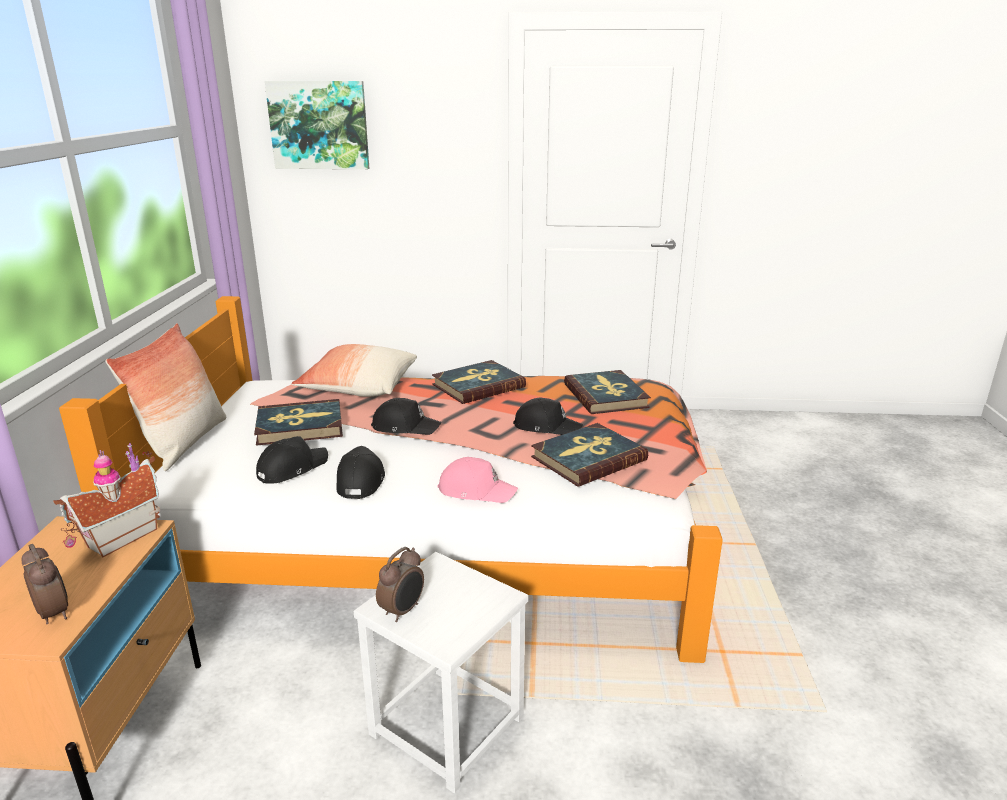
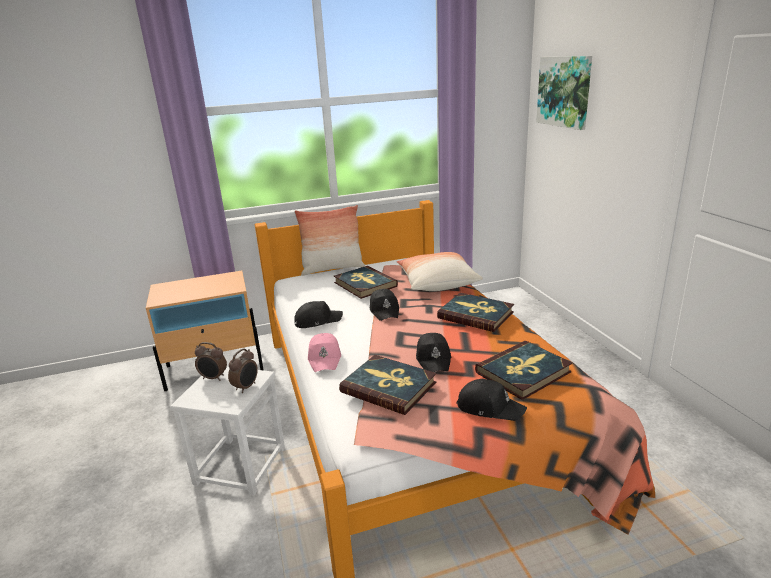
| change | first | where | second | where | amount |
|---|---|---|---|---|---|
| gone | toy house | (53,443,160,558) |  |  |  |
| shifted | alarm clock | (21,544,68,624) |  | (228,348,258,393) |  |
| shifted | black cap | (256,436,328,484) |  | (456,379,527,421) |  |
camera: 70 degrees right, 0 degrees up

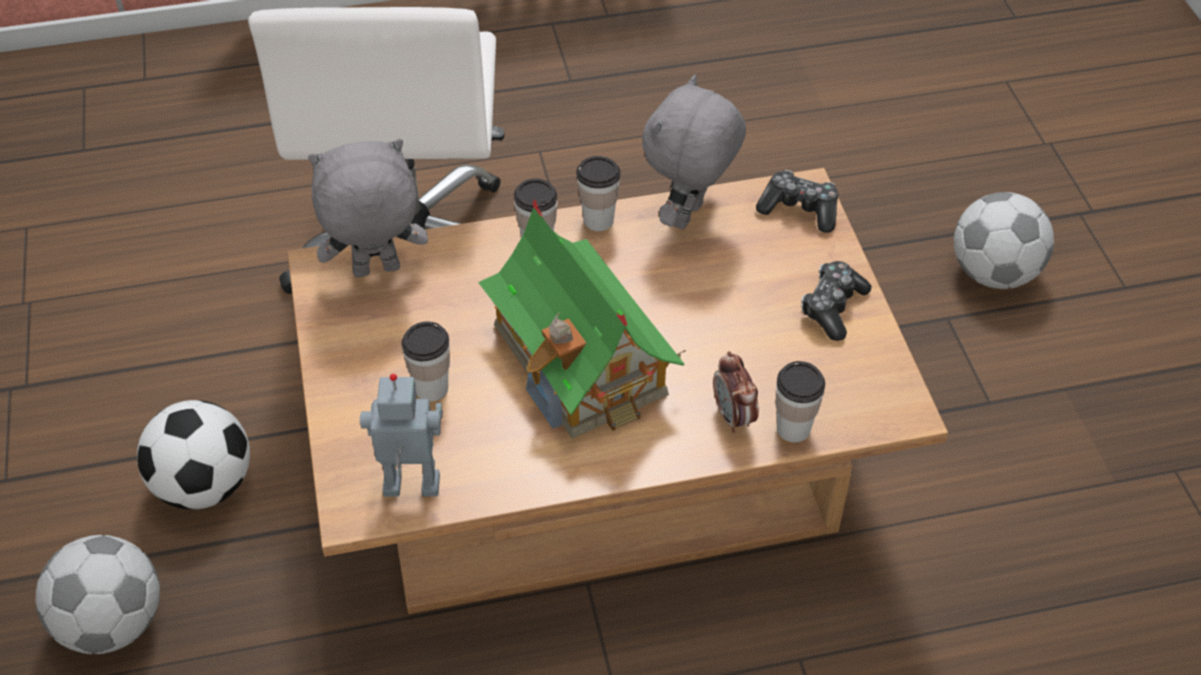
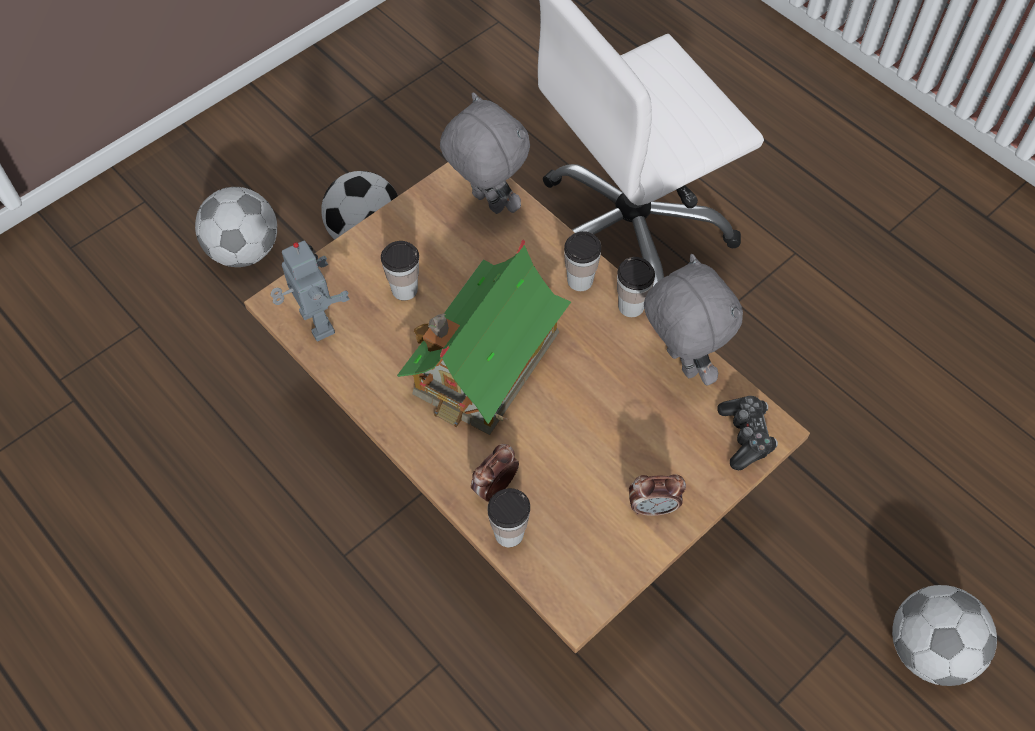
| change | first | where | second | where | amount |
|---|---|---|---|---|---|
| swapped | game controller | (801,261,872,341) | alarm clock | (629,474,686,516) |  |
| rotated | grey plush toy | (642,74,746,229) |  | (644,254,743,386) | 60 degrees clockwise |
camera: 60 degrees right, 10 degrees up

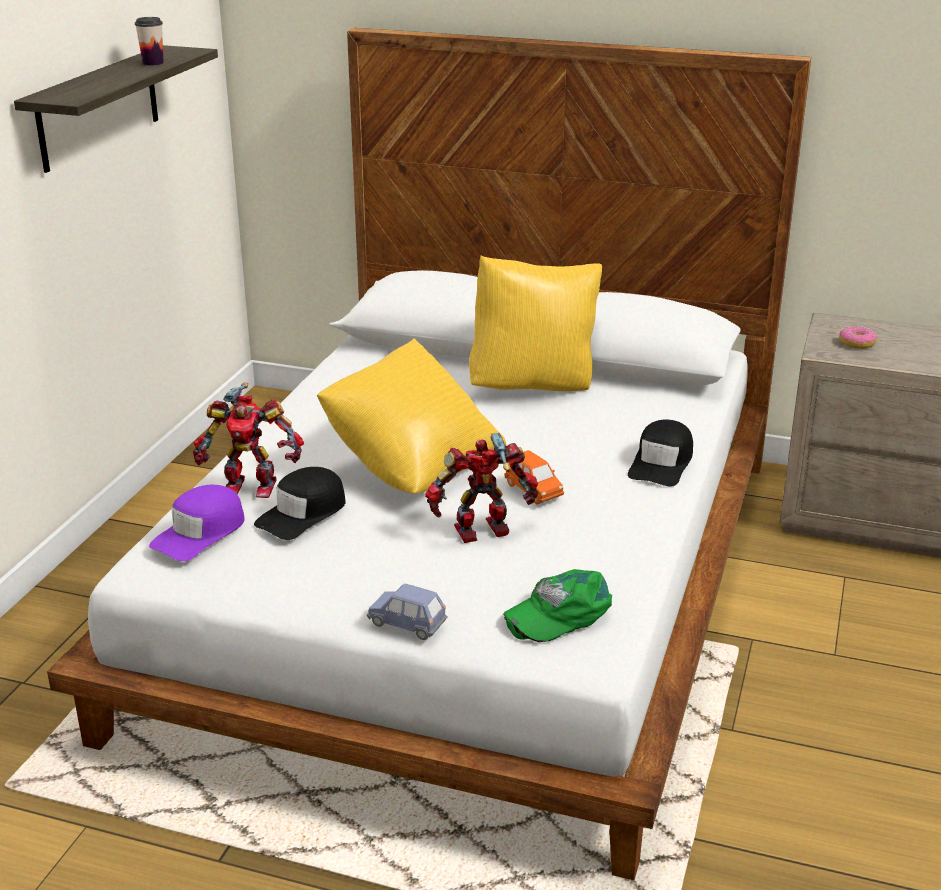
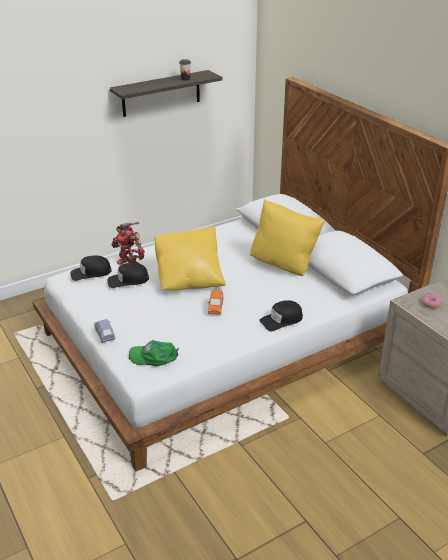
| change | first | where | second | where | amount |
|---|---|---|---|---|---|
| gone | toy robot | (425,433,538,543) |  |  |  |
| repainted | purple cap | (149,485,245,561) | black cap | (70,255,112,281) |  |
camera: 40 degrees right, 5 degrees up

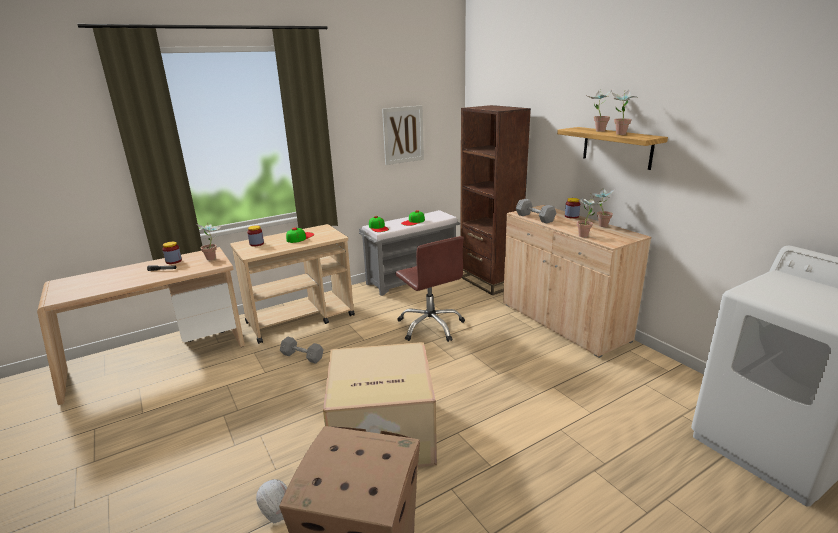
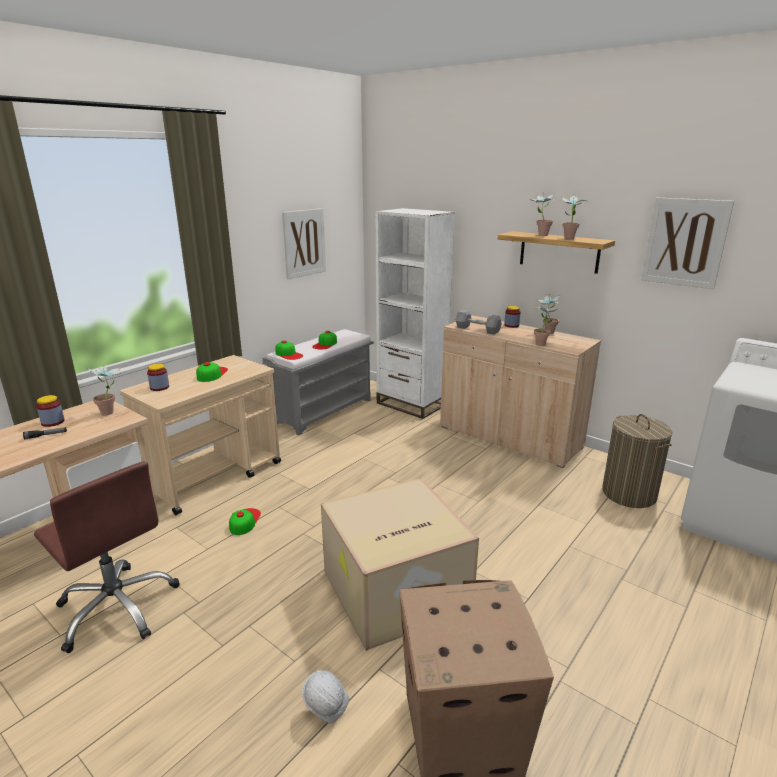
| change | first | where | second | where | amount |
|---|---|---|---|---|---|
| new |  |  | laundry basket | (602,414,672,508) |  |
| new |  |  | picture | (641,198,734,289) |  |
| shifted | brown office chair | (395,236,465,342) |  | (34,461,180,653) |  |
| swapped | grey dumbbell | (280,337,323,364) | cap | (229,508,261,535) |  |
| repainted | brown bookcase | (460,105,531,295) | white bookcase | (375,208,455,419) |  |
camera: 20 degrees left, 0 degrees up

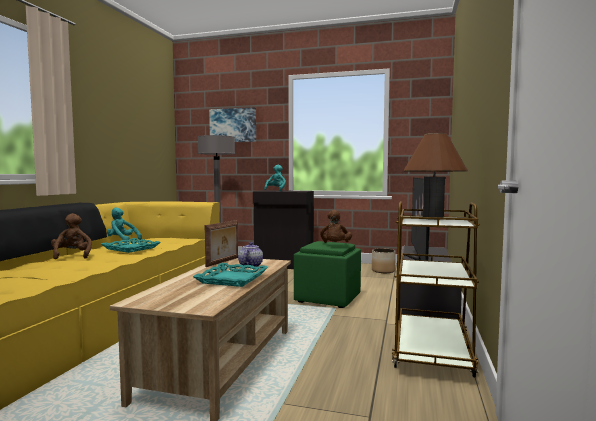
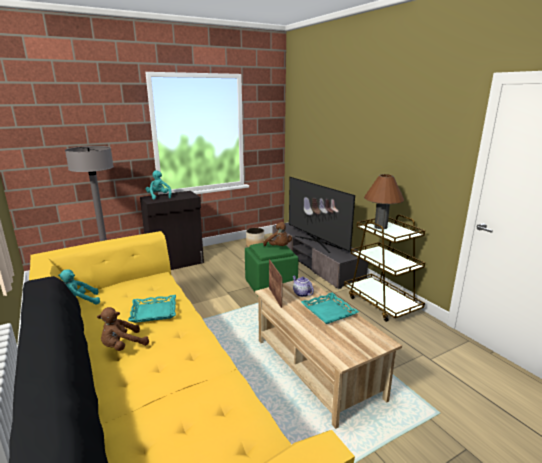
| change | first | where | second | where | amount |
|---|---|---|---|---|---|
| gone | picture | (209,107,256,142) |  |  |  |
| rotated | brown plush toy | (51,213,92,259) |  | (97,307,149,351) | 60 degrees counterclockwise |
camera: 45 degrees left, 15 degrees up

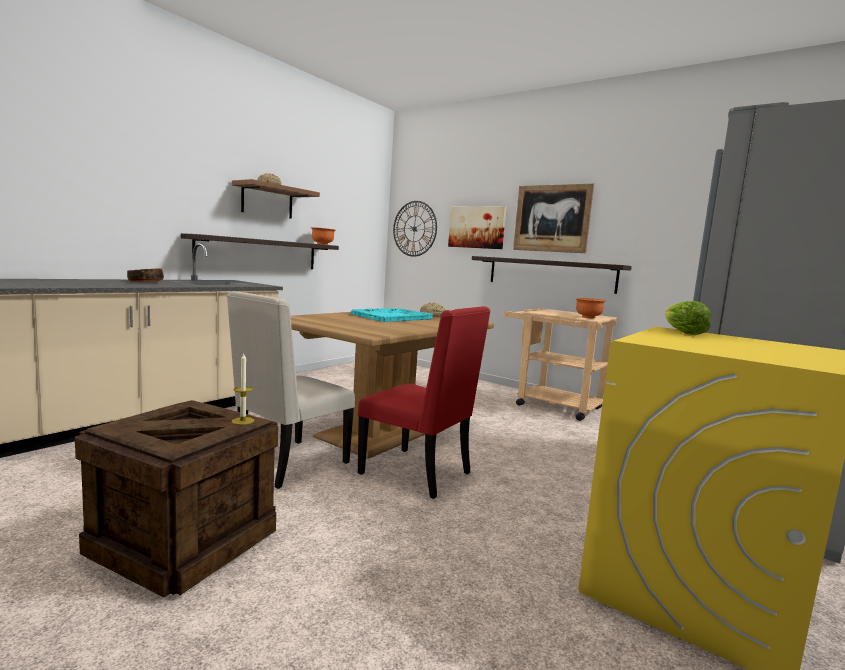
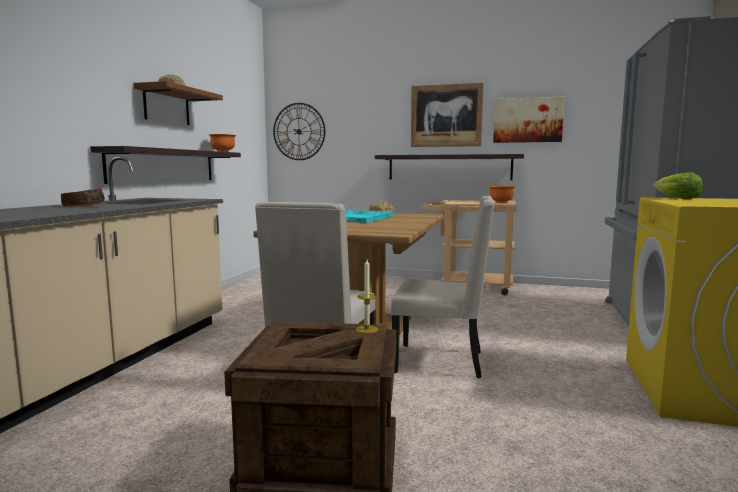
| change | first | where | second | where | amount |
|---|---|---|---|---|---|
| shifted | picture | (448,206,506,249) |  | (493,96,565,143) |  |
| repainted | red chair | (358,306,491,499) | beige chair | (391,196,494,378) |  |
camera: 20 degrees left, 0 degrees up

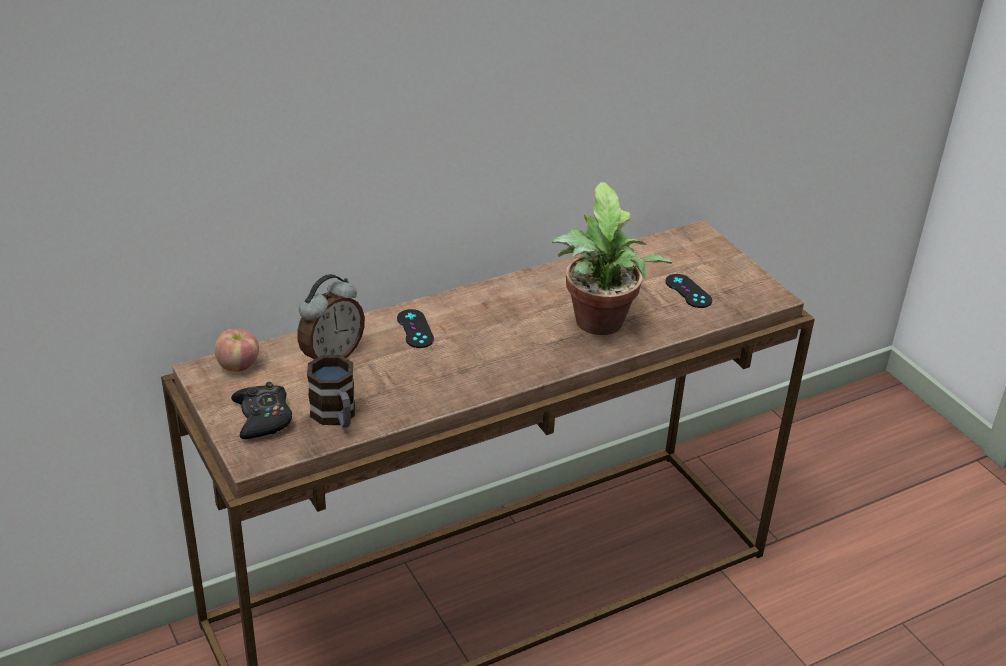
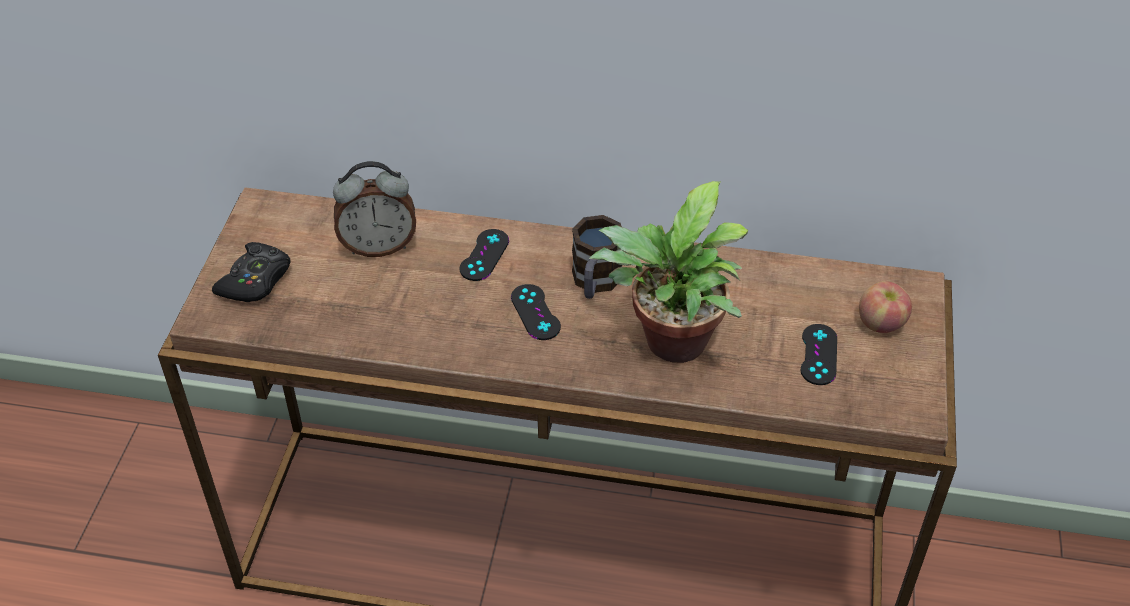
| change | first | where | second | where | amount |
|---|---|---|---|---|---|
| new |  |  | black game controller | (511,284,561,340) |  |
| shifted | apple | (215,328,259,372) |  | (859,281,912,333) |  |
| shifted | mug | (307,355,355,428) |  | (572,215,622,299) |  |
camera: 40 degrees right, 10 degrees up

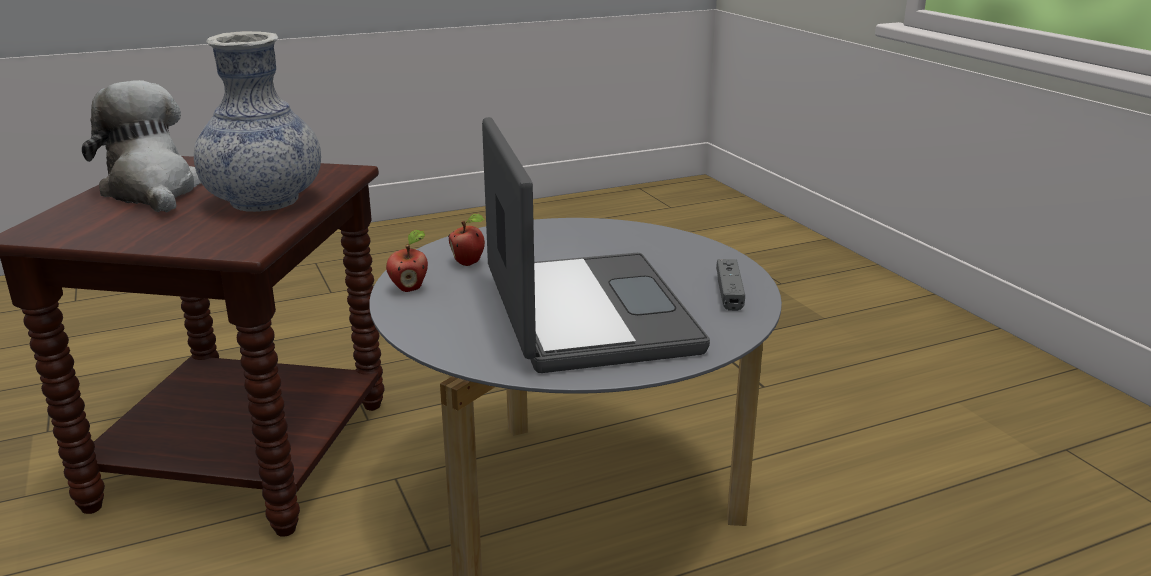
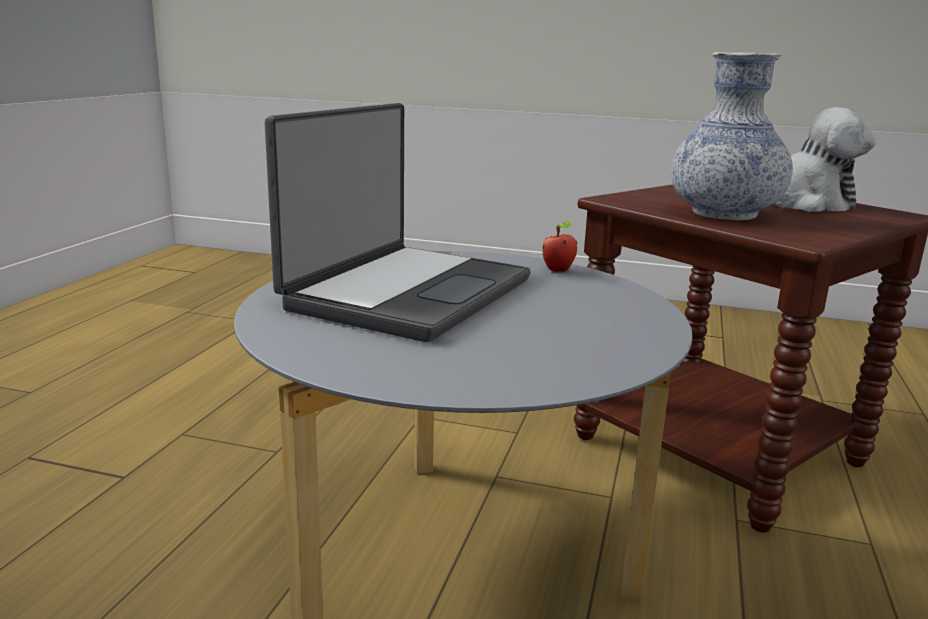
| change | first | where | second | where | amount |
|---|---|---|---|---|---|
| gone | apple | (448,213,485,266) |  |  |  |
| gone | grey game controller | (716,259,745,311) |  |  |  |
| rotated | laptop | (482,117,710,373) |  | (265,103,531,342) | 90 degrees counterclockwise |
camera: 130 degrees right, 5 degrees down

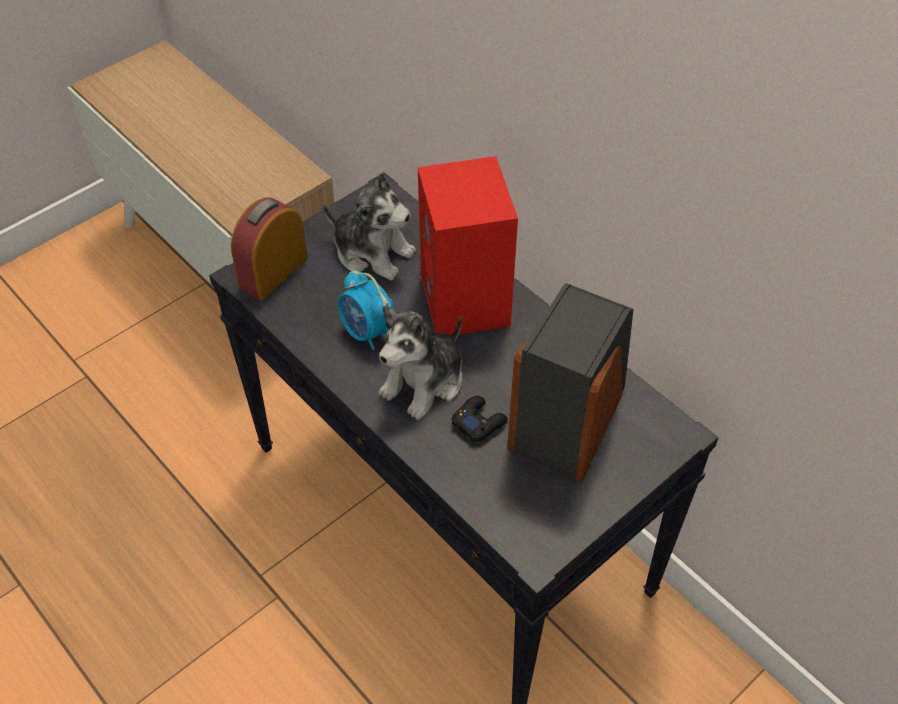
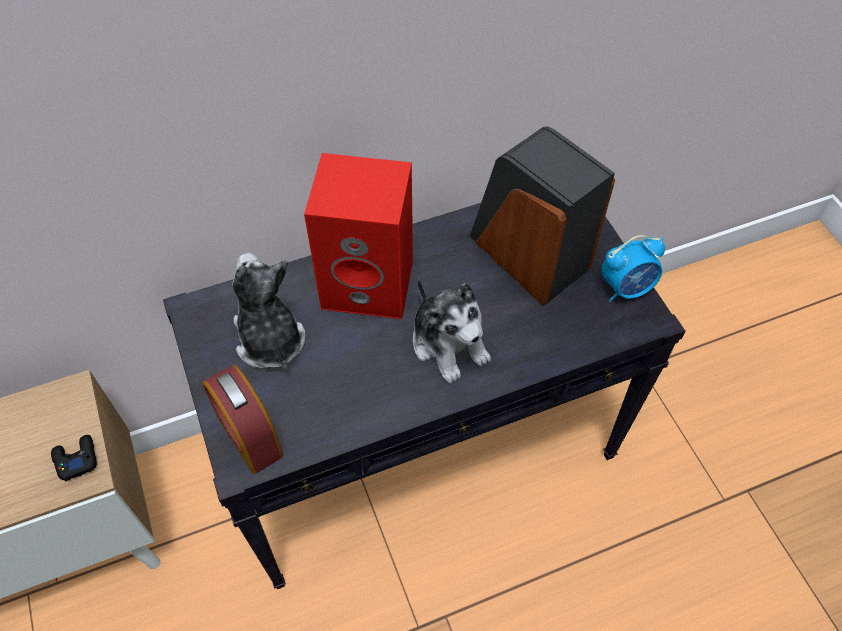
| change | first | where | second | where | amount |
|---|---|---|---|---|---|
| shifted | alarm clock | (338,269,394,350) |  | (602,235,665,302) |  |
| shifted | black game controller | (452,395,508,442) |  | (51,435,97,482) |  |
| rotated | plush toy | (323,173,416,281) |  | (232,253,305,369) | 75 degrees counterclockwise |
camera: 70 degrees left, 5 degrees up

